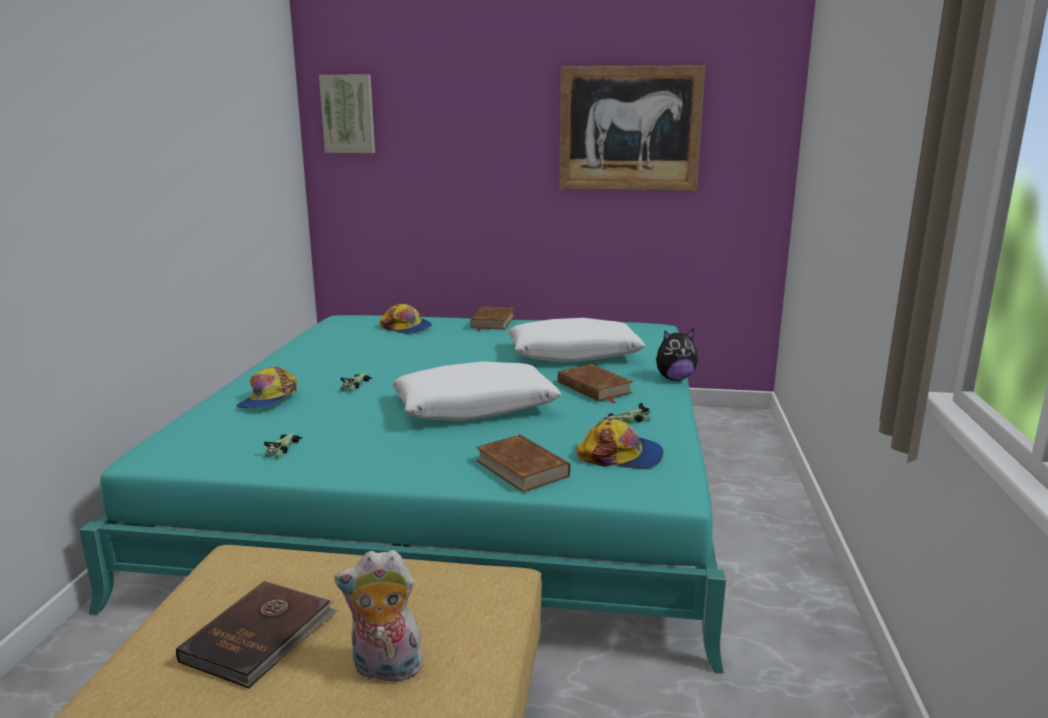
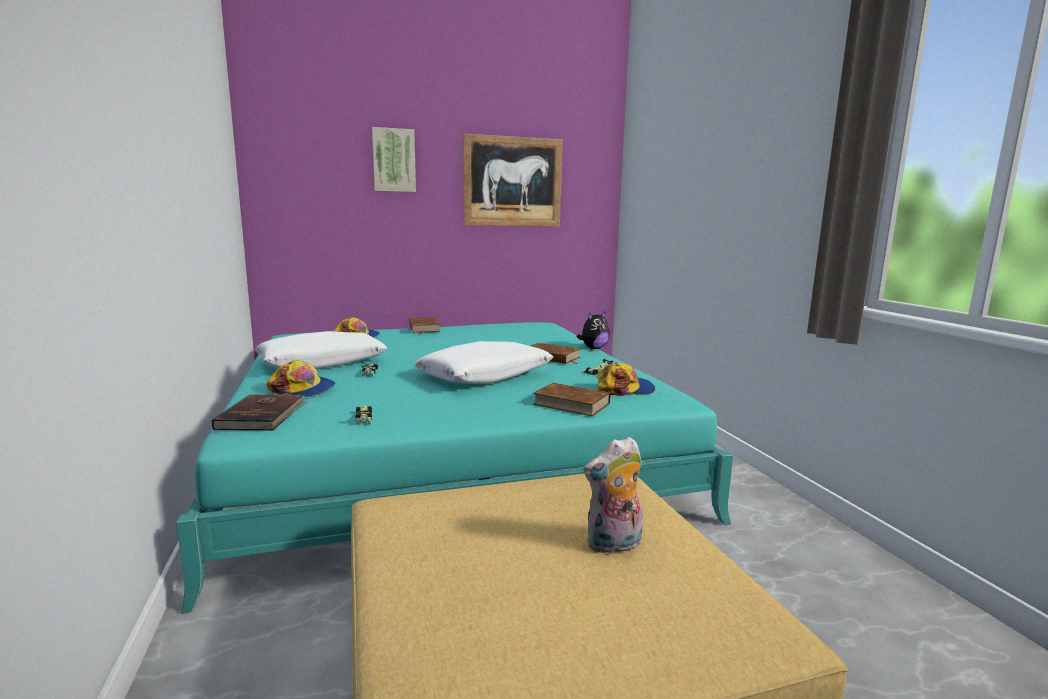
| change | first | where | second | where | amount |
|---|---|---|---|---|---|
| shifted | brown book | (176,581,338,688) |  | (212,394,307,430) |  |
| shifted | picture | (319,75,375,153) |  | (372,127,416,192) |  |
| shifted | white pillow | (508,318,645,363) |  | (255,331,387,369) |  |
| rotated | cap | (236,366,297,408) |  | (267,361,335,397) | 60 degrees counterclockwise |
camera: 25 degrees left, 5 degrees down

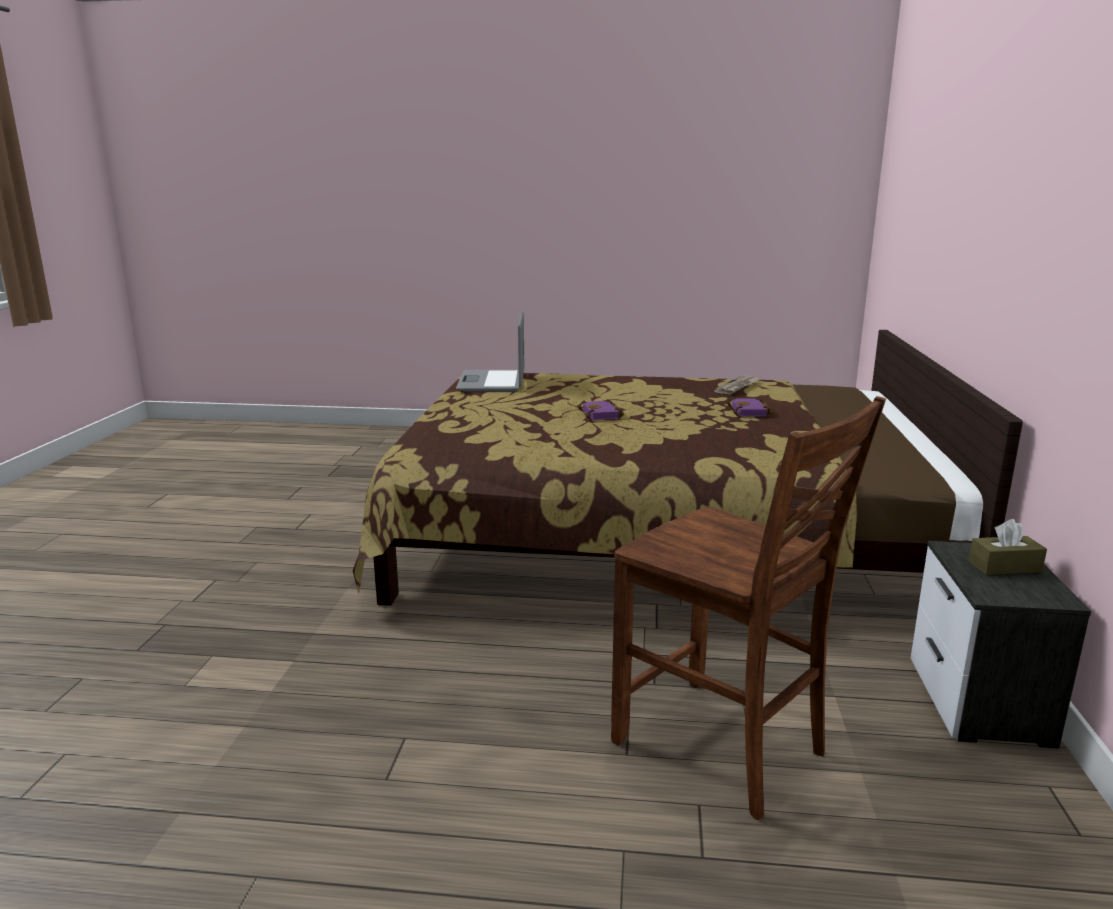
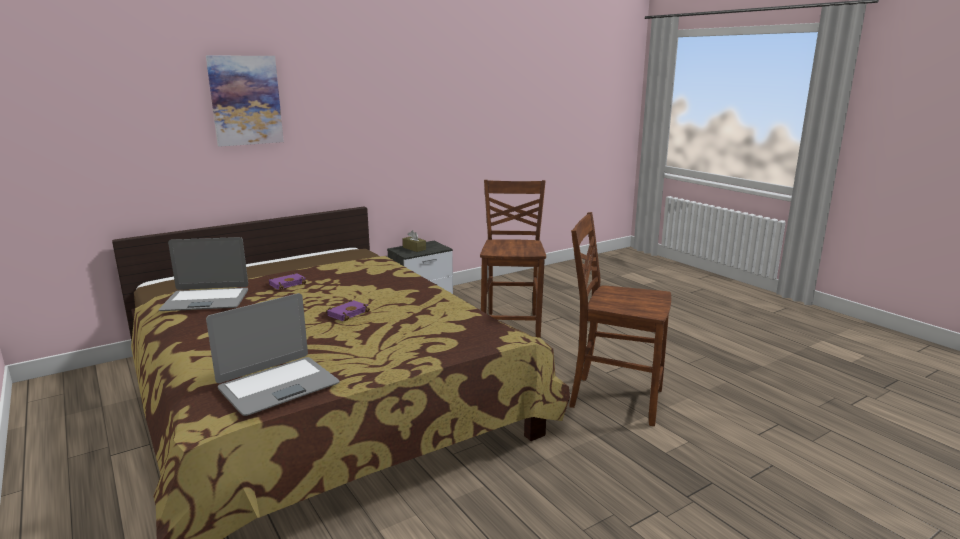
| change | first | where | second | where | amount |
|---|---|---|---|---|---|
| new |  |  | picture | (206,56,284,147) |  |
| new |  |  | brown chair | (569,212,671,426) |  |
| swapped | newspaper | (714,376,760,394) | laptop | (159,237,248,311) |  |
camera: 130 degrees left, 0 degrees up

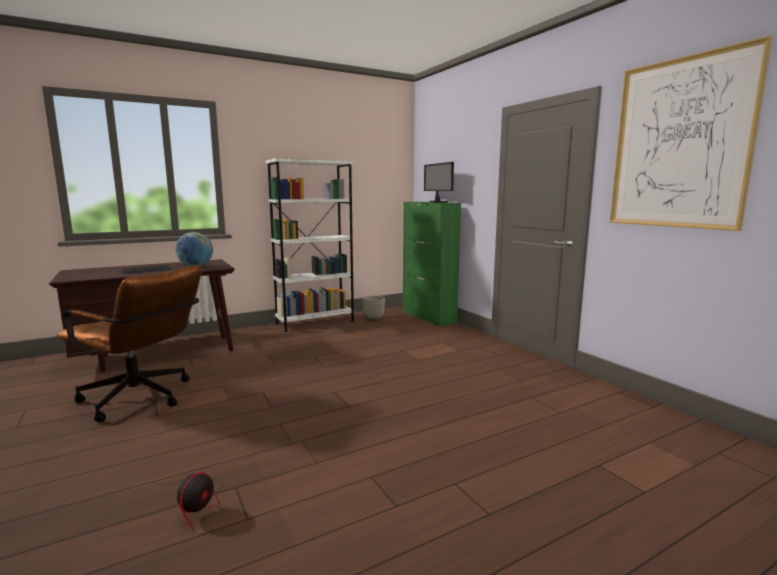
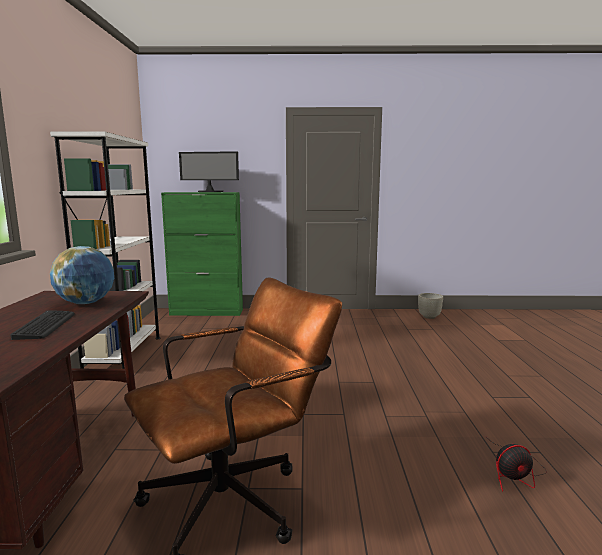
| change | first | where | second | where | amount |
|---|---|---|---|---|---|
| gone | picture | (609,35,773,231) |  |  |  |
| shifted | grey planter | (363,296,385,320) |  | (418,293,443,319) |  |
| rotated | fan | (152,472,223,529) |  | (491,441,547,491) | 120 degrees clockwise |
camera: 60 degrees left, 0 degrees up

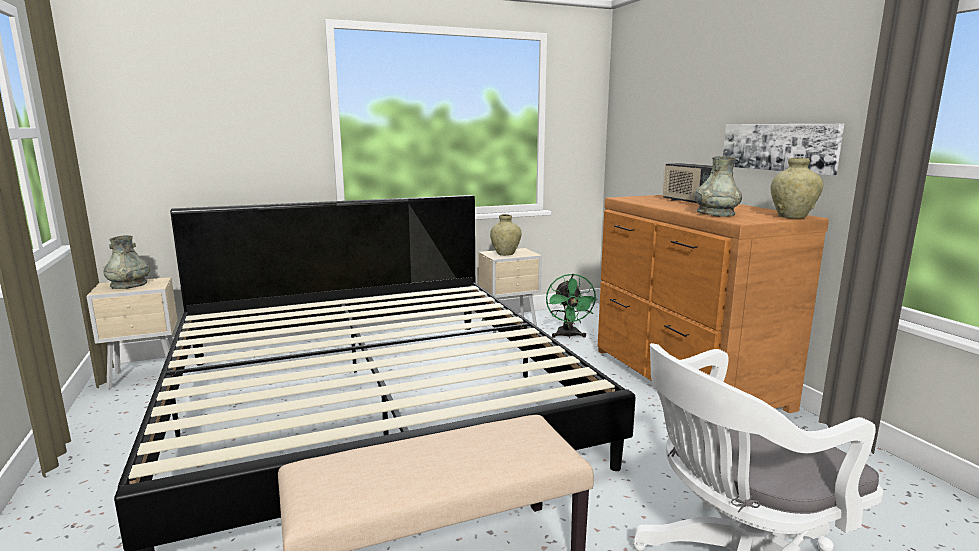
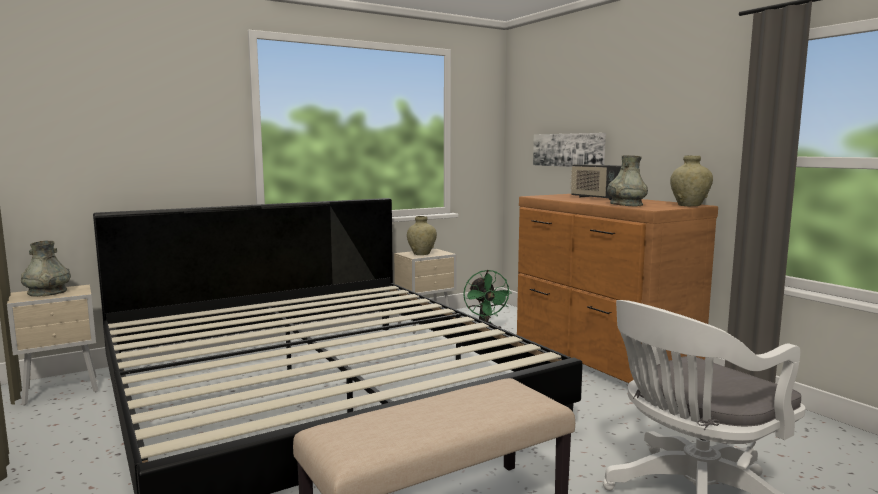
| change | first | where | second | where | amount |
|---|---|---|---|---|---|
| shifted | picture | (723,124,844,176) |  | (533,133,606,167) |  |
camera: 10 degrees left, 5 degrees down

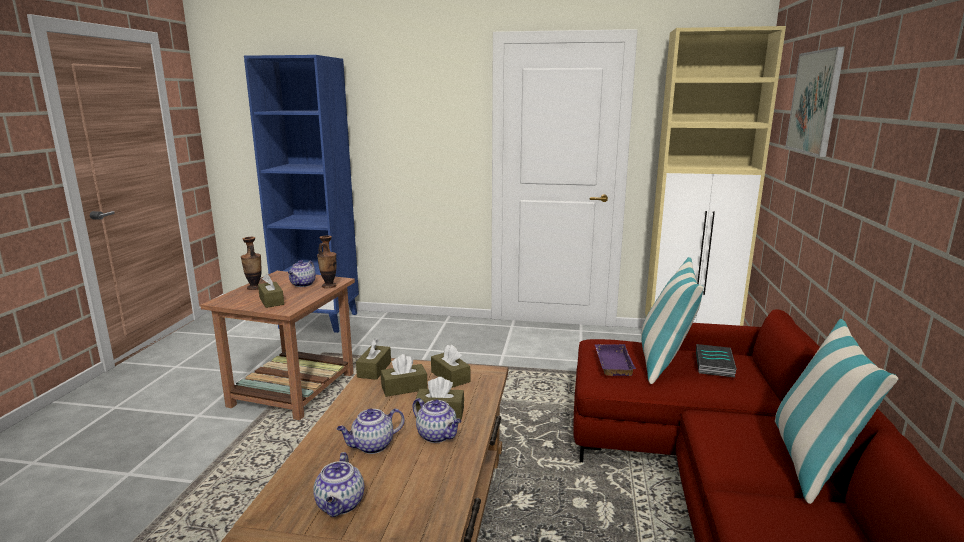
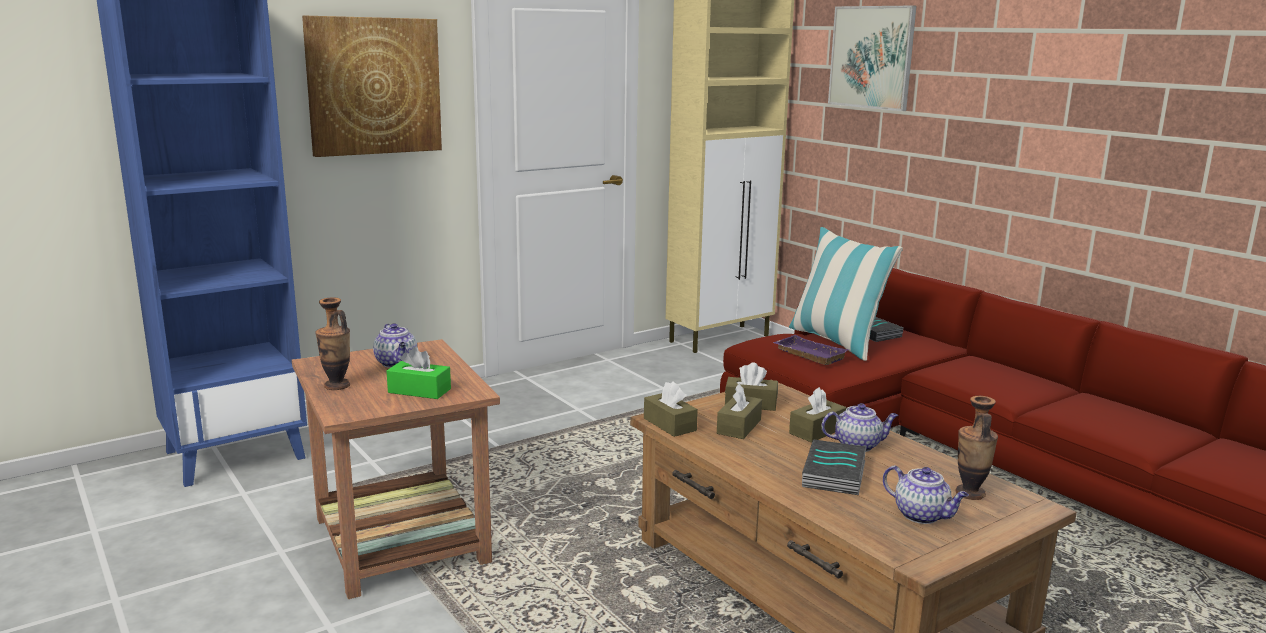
| change | first | where | second | where | amount |
|---|---|---|---|---|---|
| gone | pillow | (775,319,898,504) |  |  |  |
| new |  |  | picture | (302,15,442,157) |  |
| shifted | vase | (317,236,337,288) |  | (955,396,998,500) |  |
| swapped | teapot | (337,408,405,454) | book | (802,440,867,495) |  |
| repainted | brown tissue box | (258,274,284,308) | green tissue box | (387,347,451,399) |  |
camera: 45 degrees left, 0 degrees up

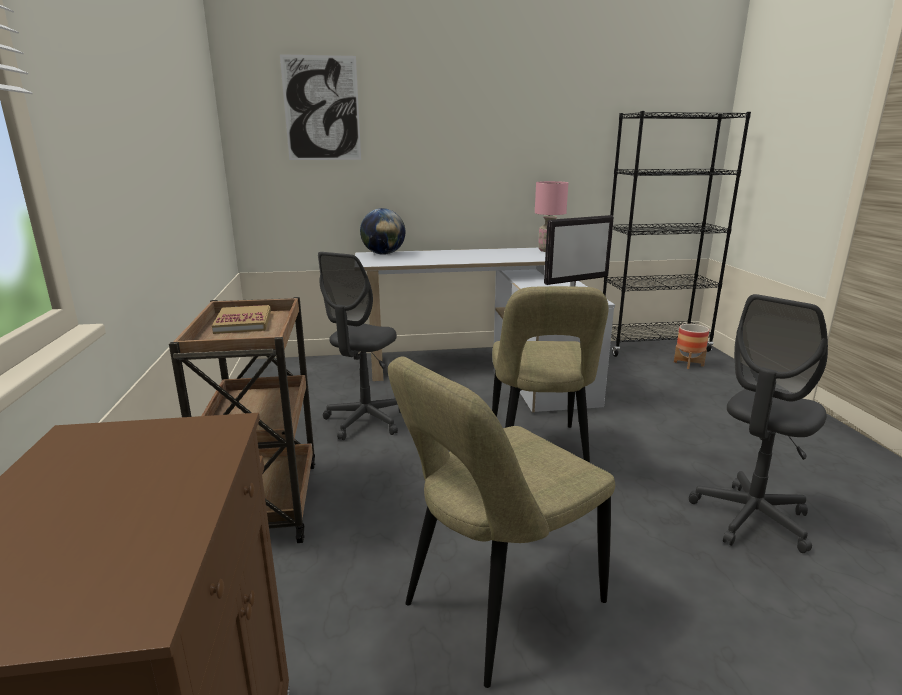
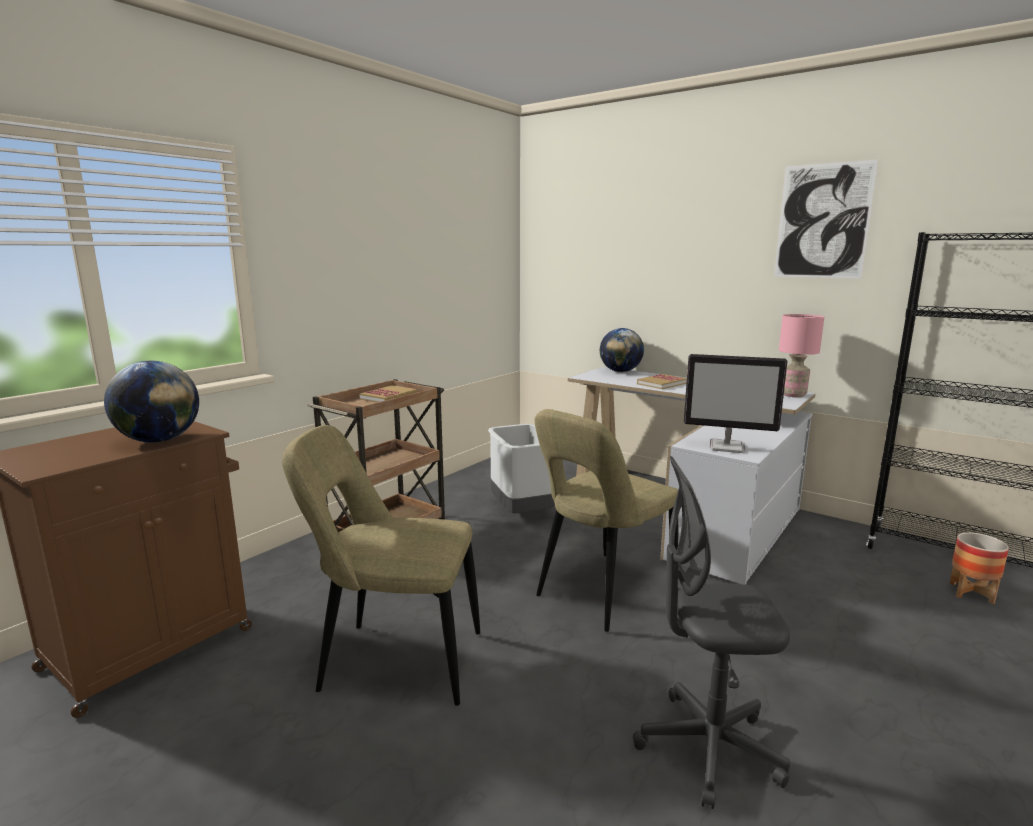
| change | first | where | second | where | amount |
|---|---|---|---|---|---|
| new |  |  | globe | (104,361,199,443) |  |
| new |  |  | book | (637,374,687,389) |  |
| shifted | picture | (280,54,361,160) |  | (774,160,878,279) |  |
| swapped | grey office chair | (318,252,401,440) | grey trash can | (488,424,554,513) |  |
camera: 45 degrees right, 5 degrees down

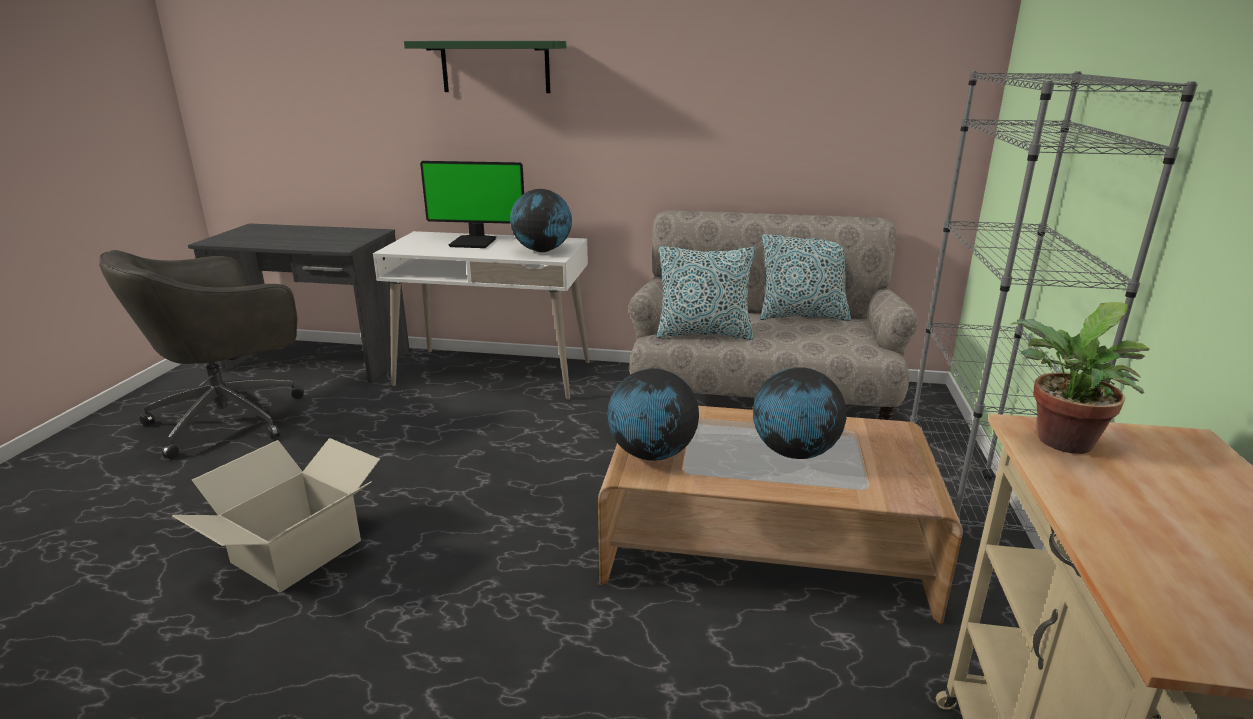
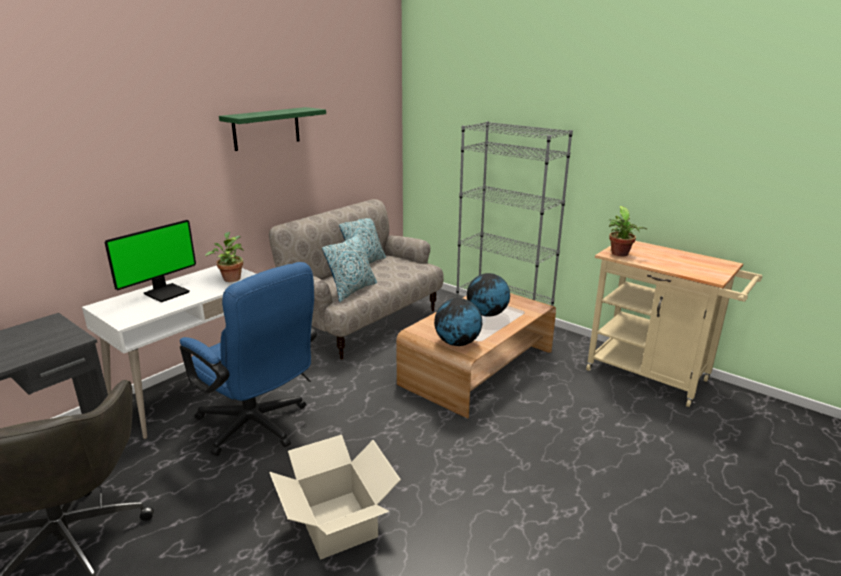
| change | first | where | second | where | amount |
|---|---|---|---|---|---|
| new |  |  | blue office chair | (180,262,317,456) |  |
| shifted | green shelf | (404,41,567,93) |  | (219,107,326,151) |  |
| swapped | globe | (510,189,572,252) | potted plant | (205,232,244,282) |  |
camera: 60 degrees left, 0 degrees up

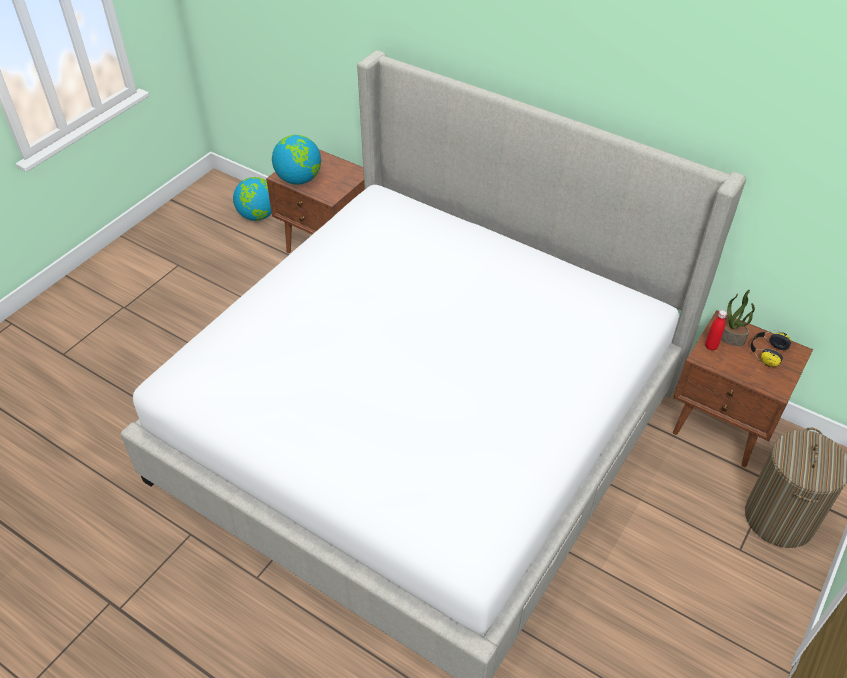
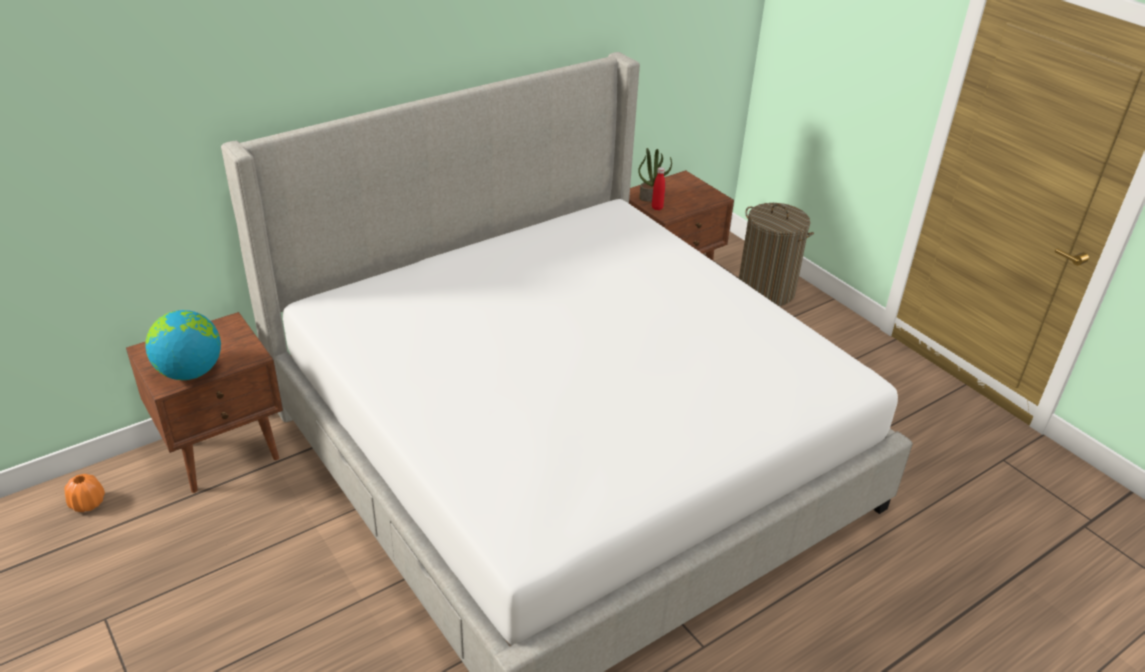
| change | first | where | second | where | amount |
|---|---|---|---|---|---|
| gone | headphones | (750,330,791,367) |  |  |  |
| swapped | globe | (233,177,272,221) | orange vase | (65,474,105,512) |  |
camera: 70 degrees left, 10 degrees down

